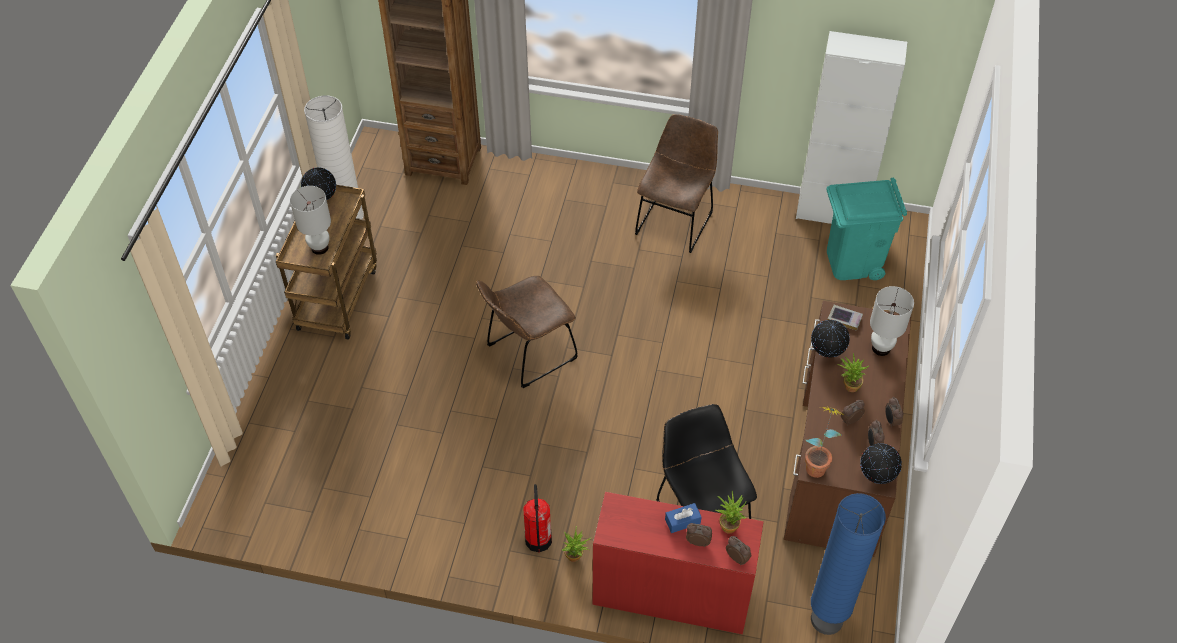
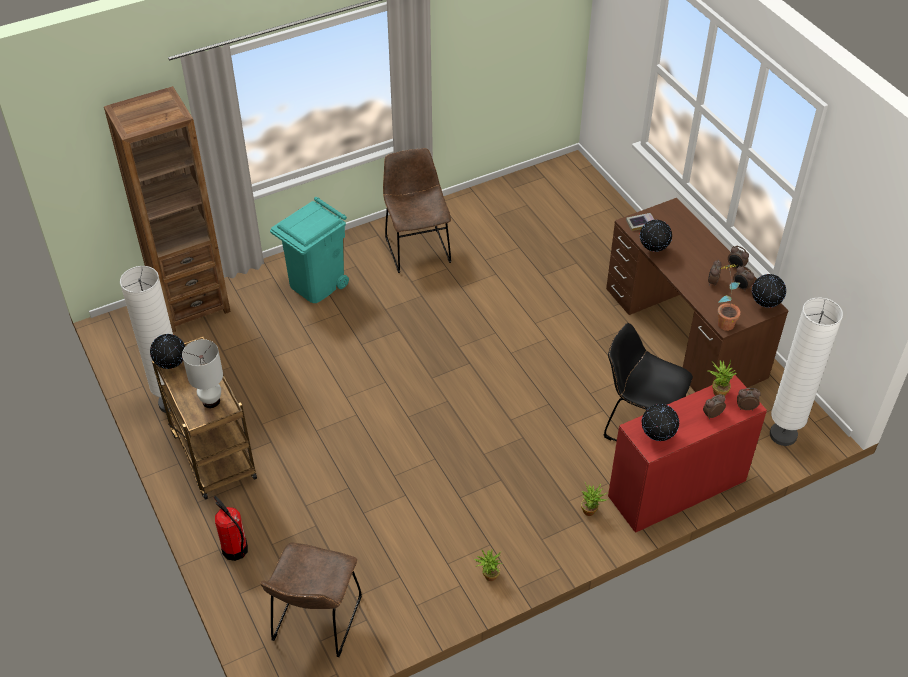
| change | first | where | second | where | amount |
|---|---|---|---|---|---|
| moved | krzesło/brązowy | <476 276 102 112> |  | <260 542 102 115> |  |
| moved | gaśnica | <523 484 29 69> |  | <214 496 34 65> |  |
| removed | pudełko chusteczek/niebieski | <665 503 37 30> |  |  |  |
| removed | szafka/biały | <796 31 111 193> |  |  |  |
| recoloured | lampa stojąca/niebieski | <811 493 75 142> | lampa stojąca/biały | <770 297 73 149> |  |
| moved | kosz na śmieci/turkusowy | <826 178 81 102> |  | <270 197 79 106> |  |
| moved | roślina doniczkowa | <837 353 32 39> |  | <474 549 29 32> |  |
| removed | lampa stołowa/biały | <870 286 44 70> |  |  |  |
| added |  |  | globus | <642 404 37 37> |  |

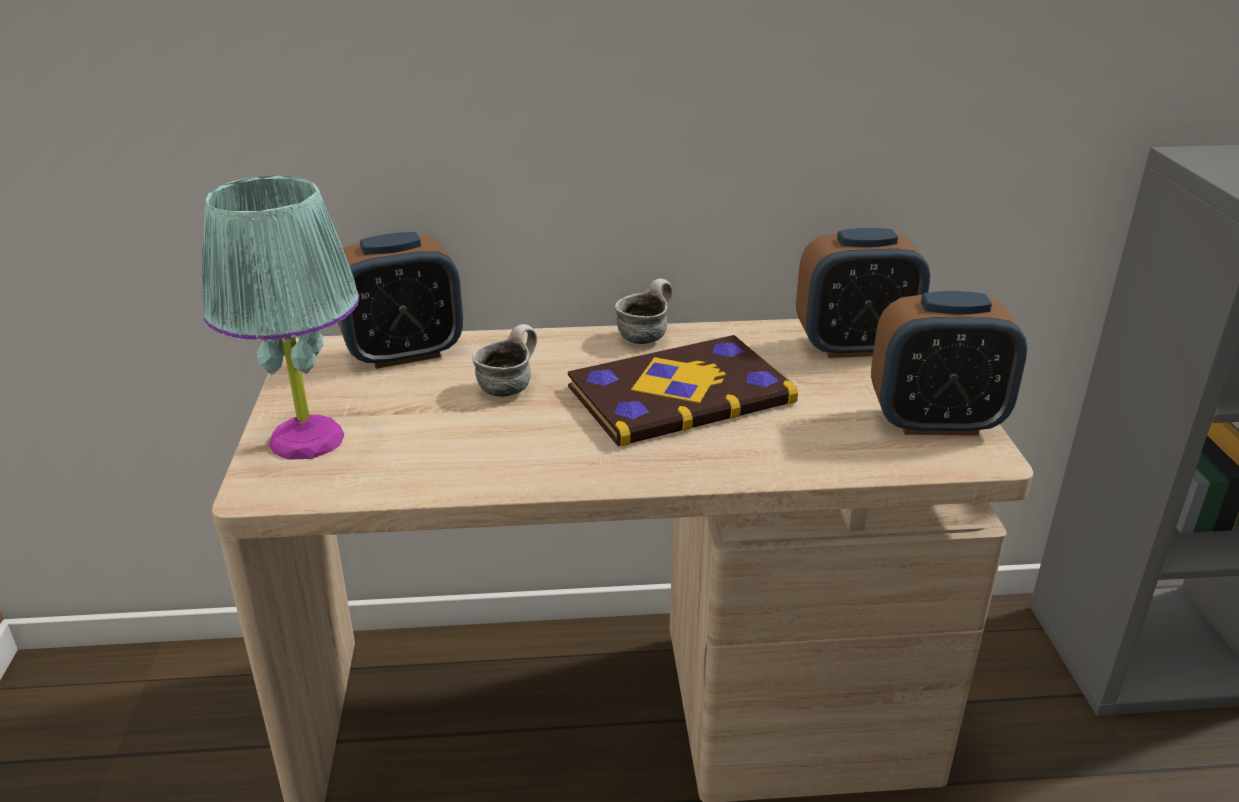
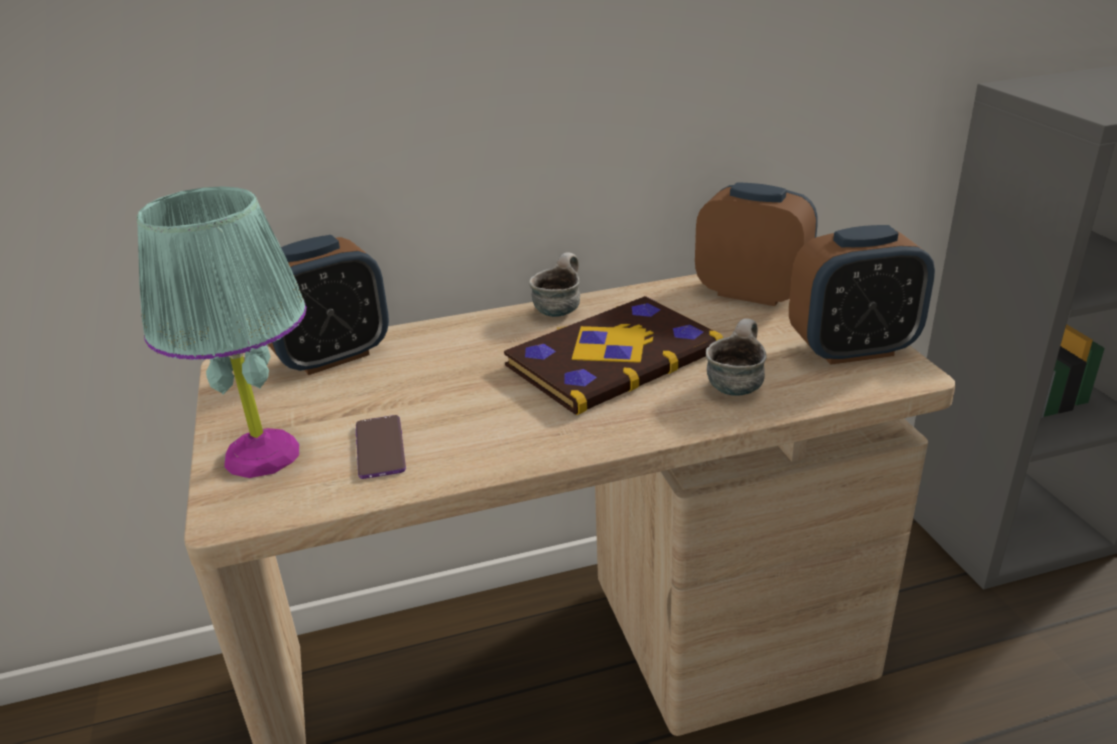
| change | first | where | second | where | amount |
|---|---|---|---|---|---|
| moved | kubek | <472 324 65 73> |  | <706 318 61 78> |  |
| turned | budzik | <796 228 134 130> |  | <695 183 123 123> | 135 degrees counterclockwise |
| added |  |  | telefon | <356 415 50 64> |  |

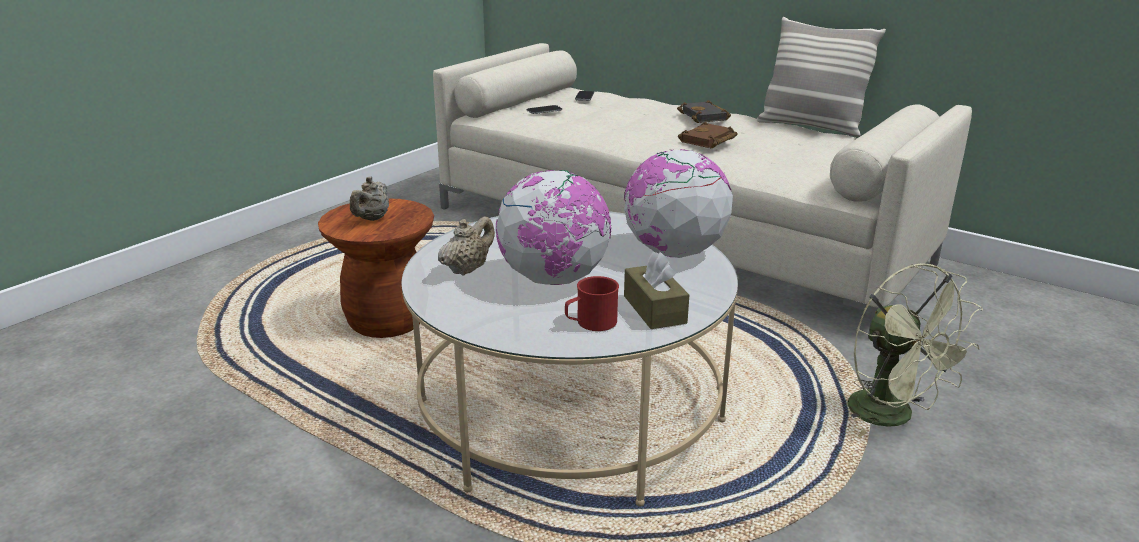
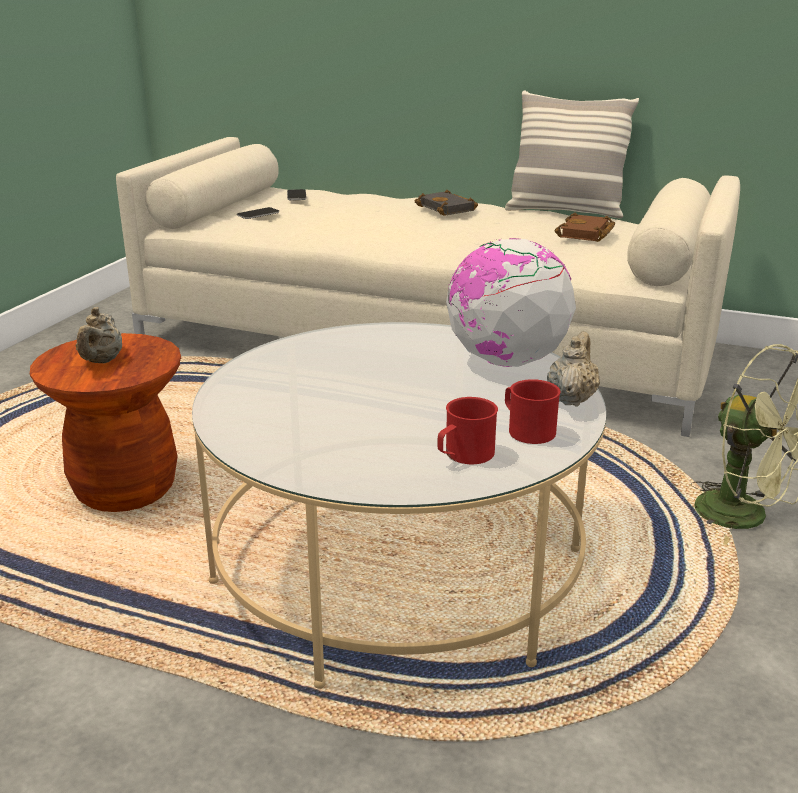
| change | first | where | second | where | amount |
|---|---|---|---|---|---|
| moved | imbryk/beżowy | <438 216 57 60> |  | <547 331 53 75> |  |
| removed | globus | <495 170 117 115> |  |  |  |
| replaced | pudełko chusteczek/brązowy | <624 252 65 77> | kubek/czerwony | <505 379 56 65> |  |
| moved | książka/brązowy | <678 122 60 26> |  | <554 213 61 29> |  |

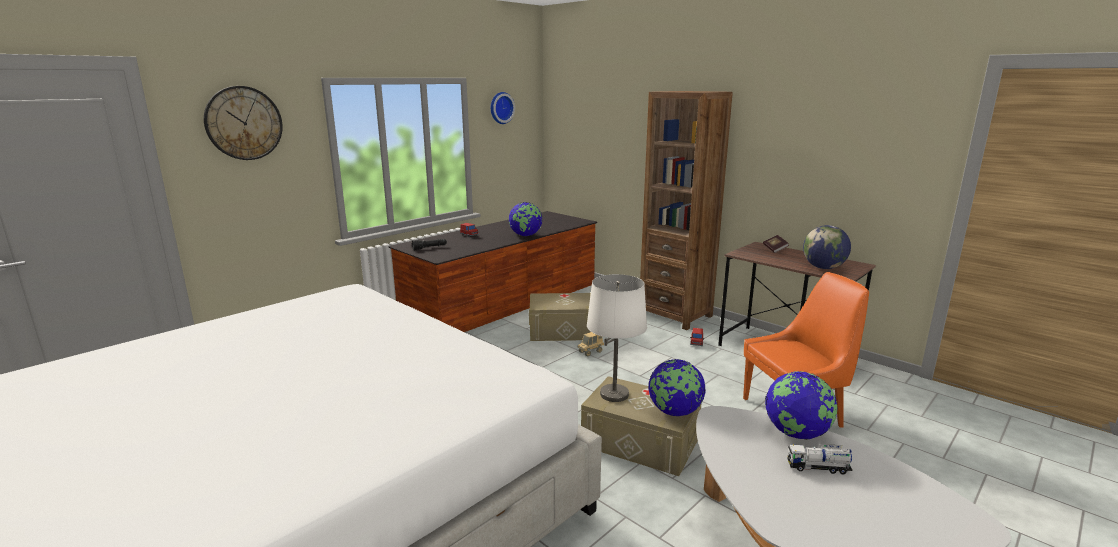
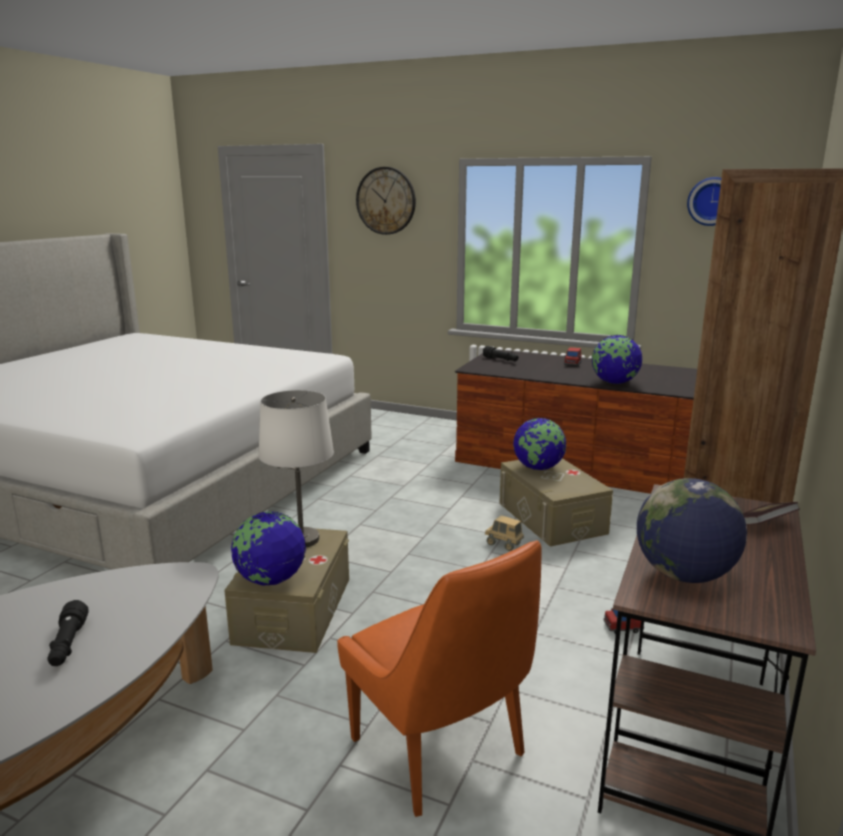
| change | first | where | second | where | amount |
|---|---|---|---|---|---|
| moved | globus | <765 371 73 69> |  | <513 418 53 52> |  |
| replaced | ciężarówka zabawkowa | <787 444 66 30> | latarka/czarny | <48 600 41 66> |  |

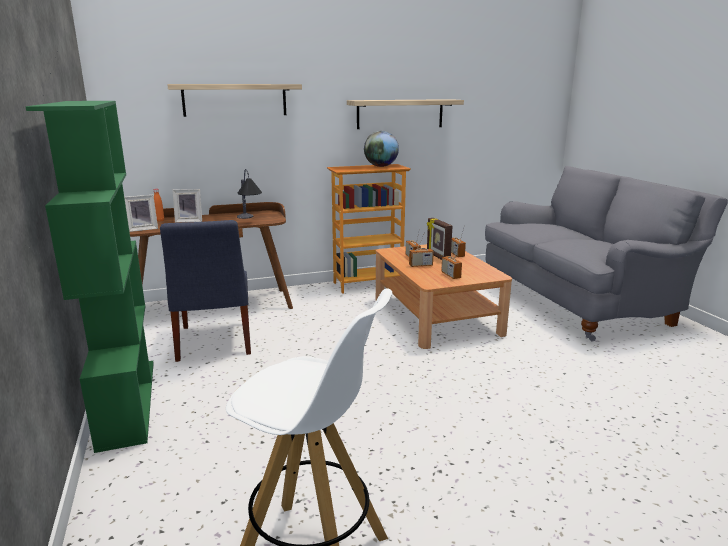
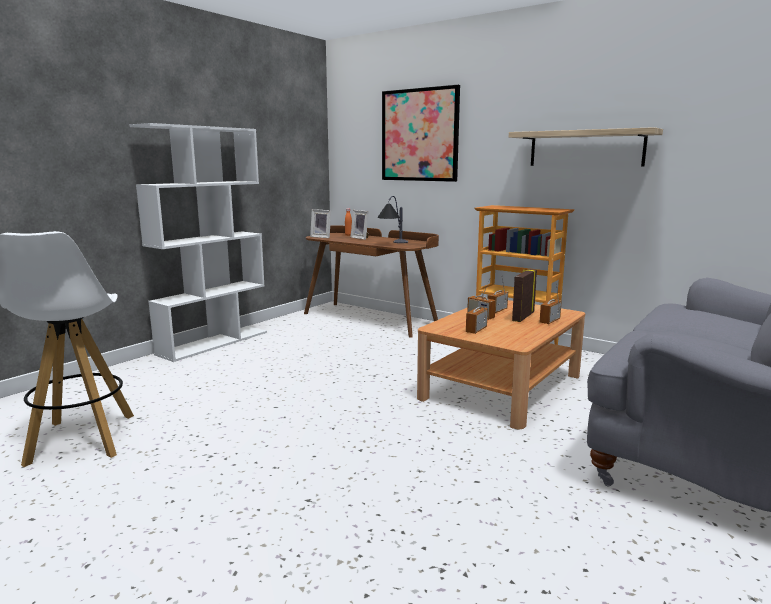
| change | first | where | second | where | amount |
|---|---|---|---|---|---|
| recoloured | regał/zielony | <25 101 129 352> | regał/biały | <129 123 138 239> |  |
| removed | krzesło/niebieski | <160 220 91 142> |  |  |  |
| replaced | półka | <167 84 135 33> | obraz | <382 85 78 97> |  |
| removed | globus | <364 131 35 36> |  |  |  |

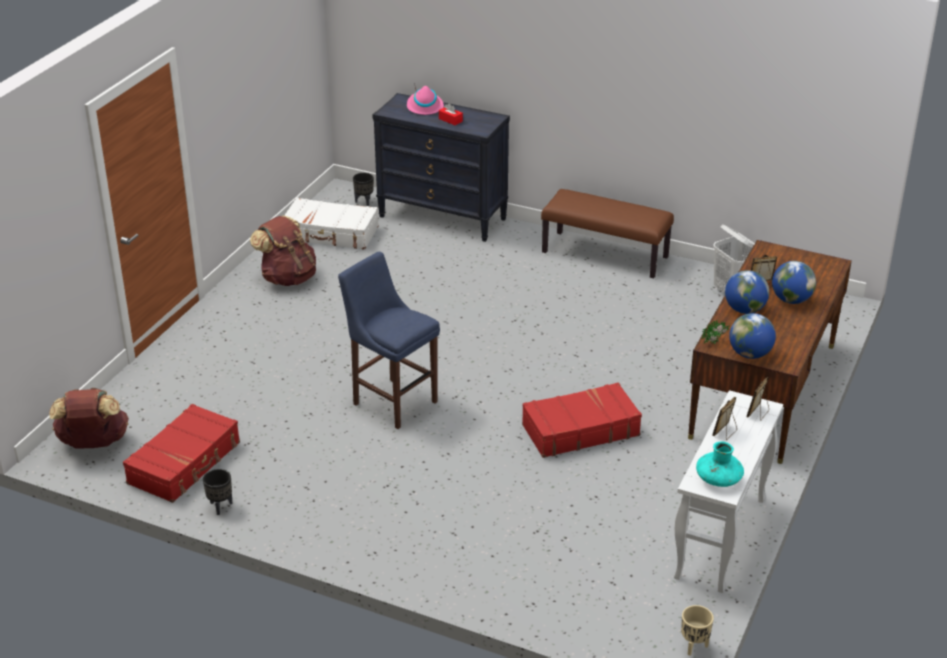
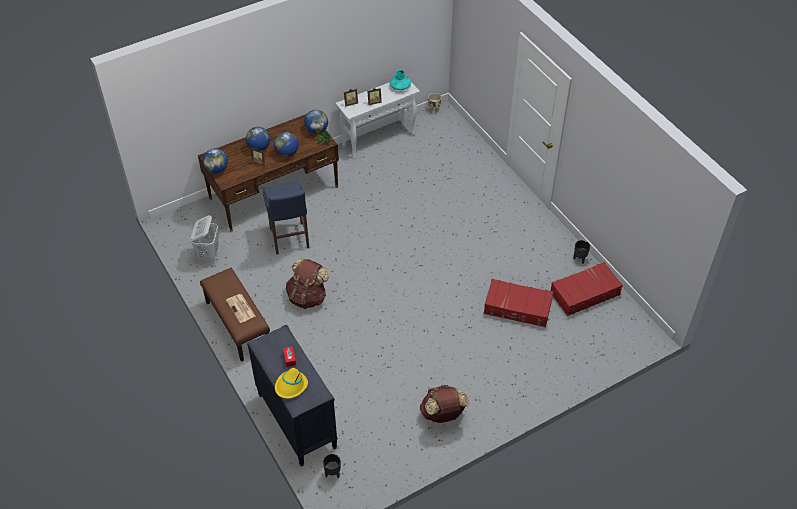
| change | first | where | second | where | amount |
|---|---|---|---|---|---|
| moved | plecak/brązowy | <49 388 80 61> |  | <286 258 43 51> |  |
| removed | walizka/biały | <284 197 94 53> |  |  |  |
| moved | stołek/niebieski | <338 252 102 177> |  | <263 182 46 72> |  |
| recoloured | kapelusz/różowy | <407 83 37 32> | kapelusz/żółty | <275 368 33 31> |  |
| moved | walizka/czerwony | <522 382 120 76> |  | <484 279 69 48> |  |
| added |  |  | globus | <203 148 25 25> |  |
| added |  |  | gazeta | <226 294 30 29> |  |

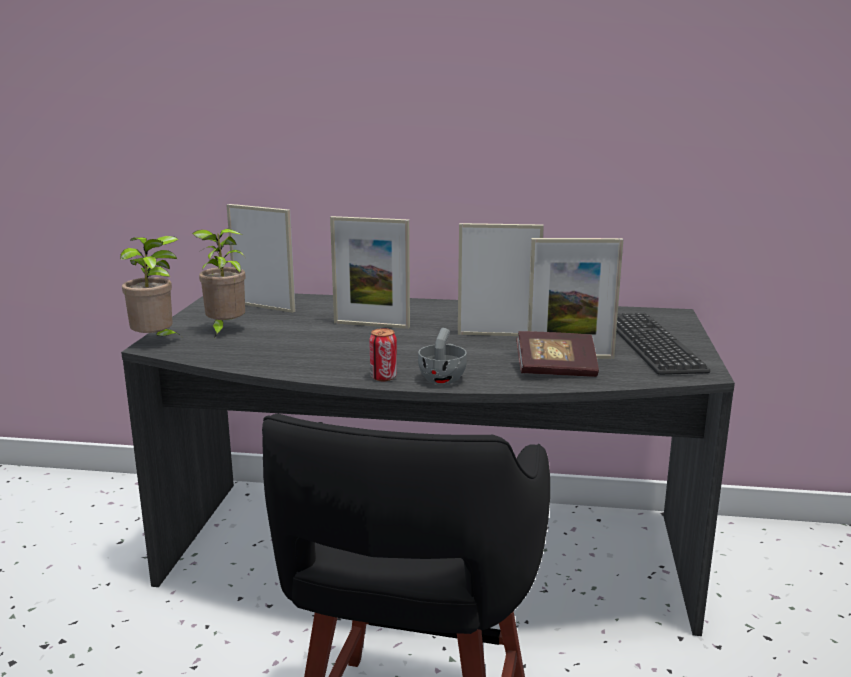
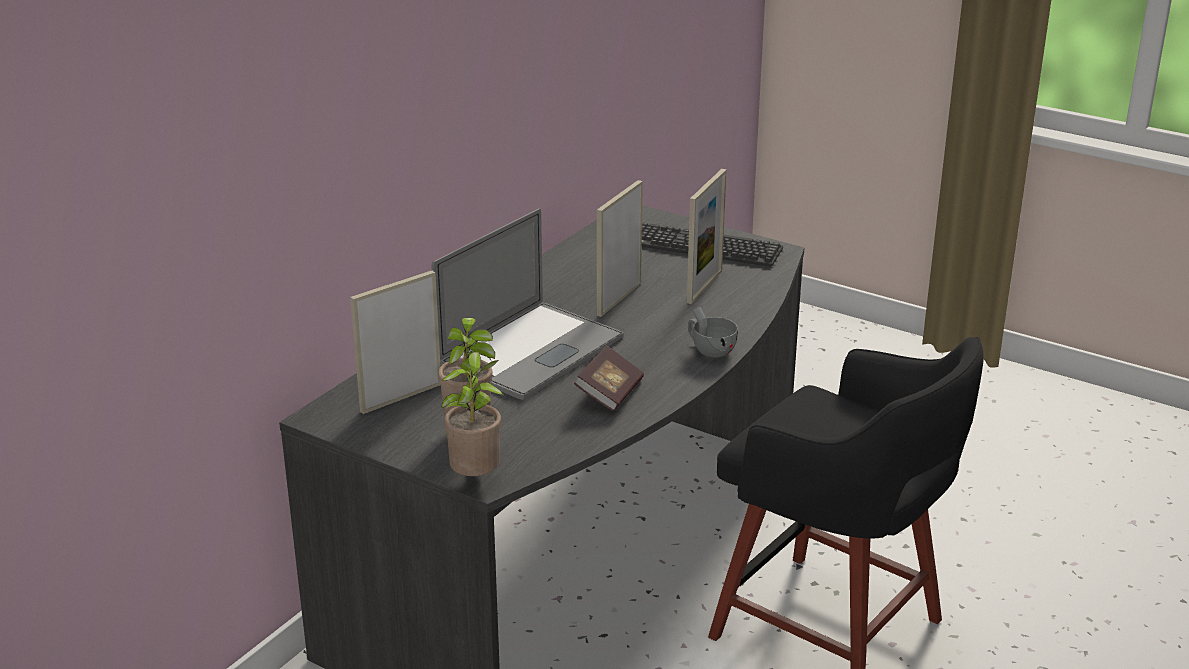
| change | first | where | second | where | amount |
|---|---|---|---|---|---|
| replaced | ramka na zdjęcie | <330 216 80 113> | laptop | <432 208 192 192> |  |
| removed | puszka | <369 328 28 53> |  |  |  |
| moved | książka | <516 331 83 46> |  | <574 346 70 65> |  |

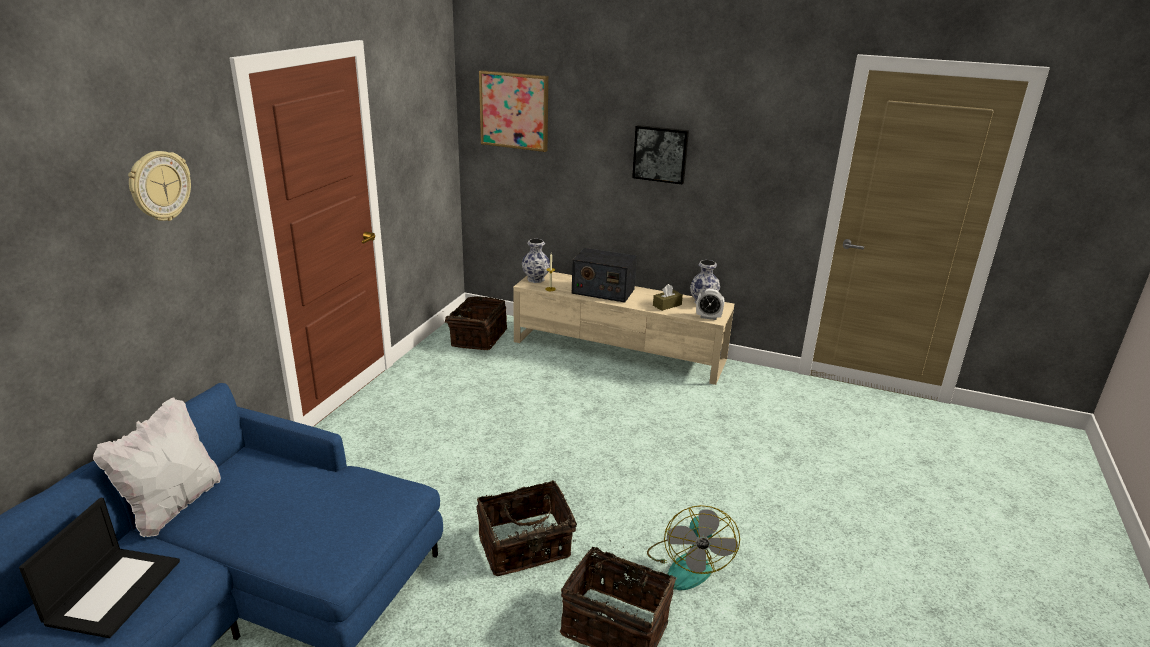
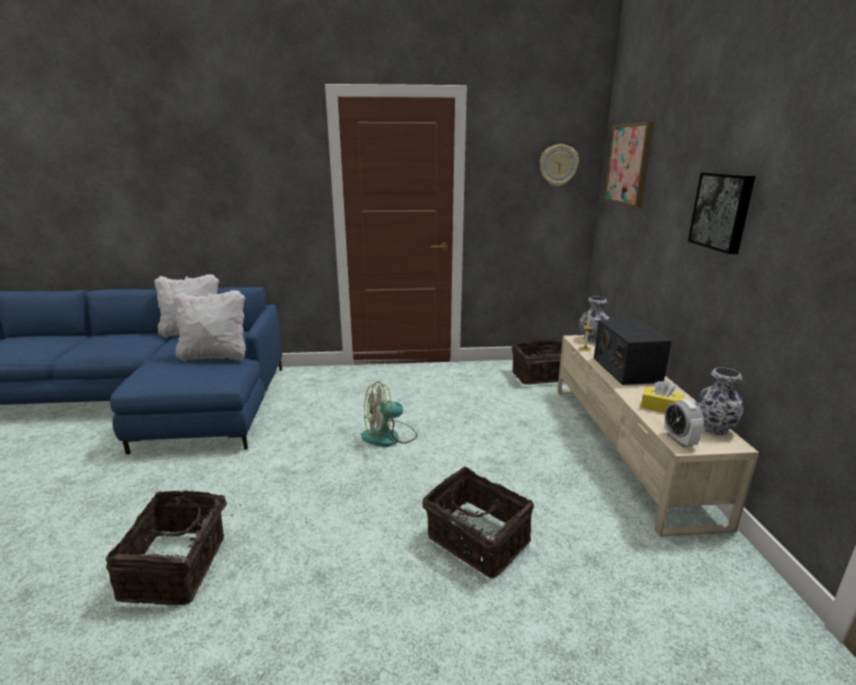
| change | first | where | second | where | amount |
|---|---|---|---|---|---|
| removed | laptop | <19 498 161 140> |  |  |  |
| moved | zegar ścienny | <128 151 63 70> |  | <540 144 39 43> |  |
| moved | koszyk | <476 481 101 95> |  | <423 466 111 113> |  |
| moved | wentylator | <647 505 93 86> |  | <361 381 56 66> |  |
| recoloured | pudełko chusteczek/brązowy | <653 284 30 27> | pudełko chusteczek/żółty | <641 380 42 33> |  |
| added |  |  | poduszka/biały | <173 290 73 72> |  |

